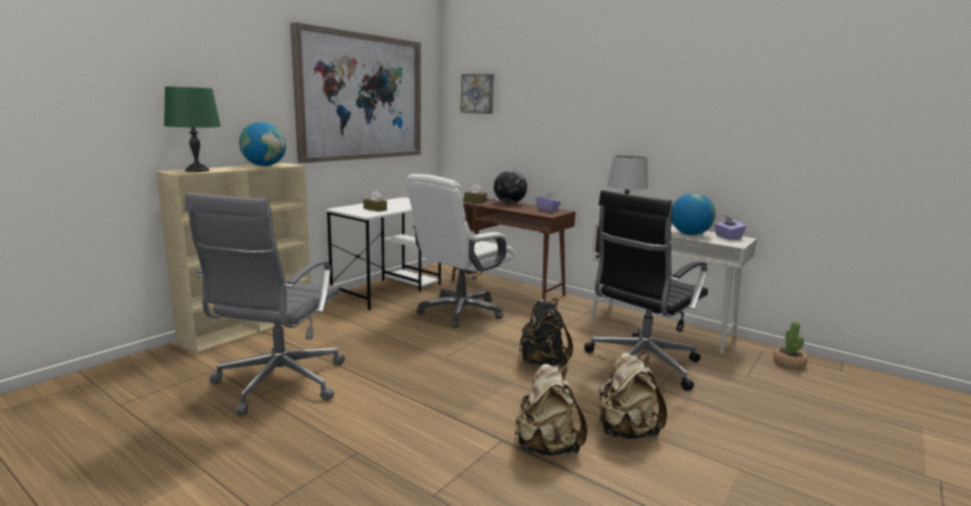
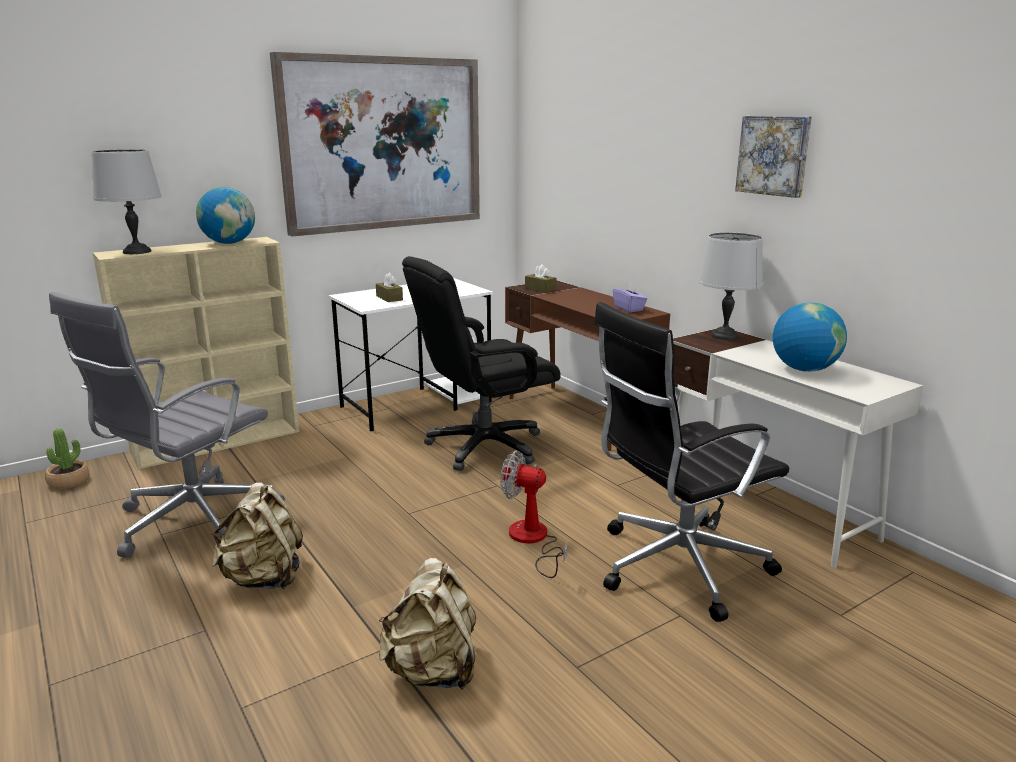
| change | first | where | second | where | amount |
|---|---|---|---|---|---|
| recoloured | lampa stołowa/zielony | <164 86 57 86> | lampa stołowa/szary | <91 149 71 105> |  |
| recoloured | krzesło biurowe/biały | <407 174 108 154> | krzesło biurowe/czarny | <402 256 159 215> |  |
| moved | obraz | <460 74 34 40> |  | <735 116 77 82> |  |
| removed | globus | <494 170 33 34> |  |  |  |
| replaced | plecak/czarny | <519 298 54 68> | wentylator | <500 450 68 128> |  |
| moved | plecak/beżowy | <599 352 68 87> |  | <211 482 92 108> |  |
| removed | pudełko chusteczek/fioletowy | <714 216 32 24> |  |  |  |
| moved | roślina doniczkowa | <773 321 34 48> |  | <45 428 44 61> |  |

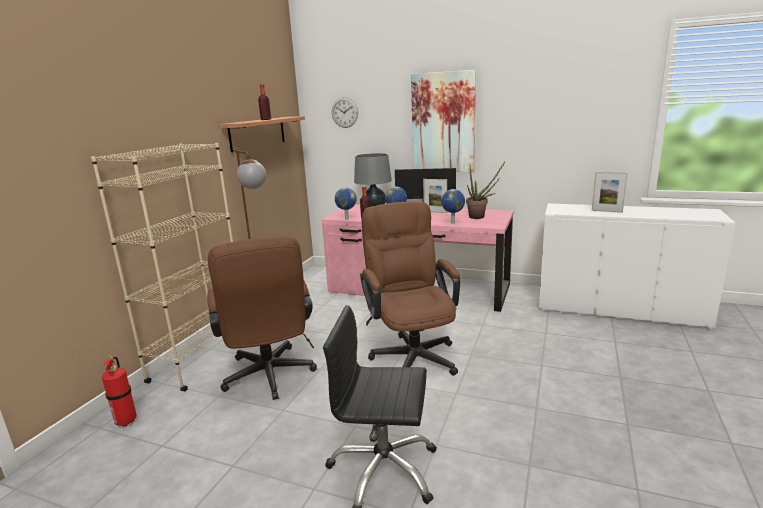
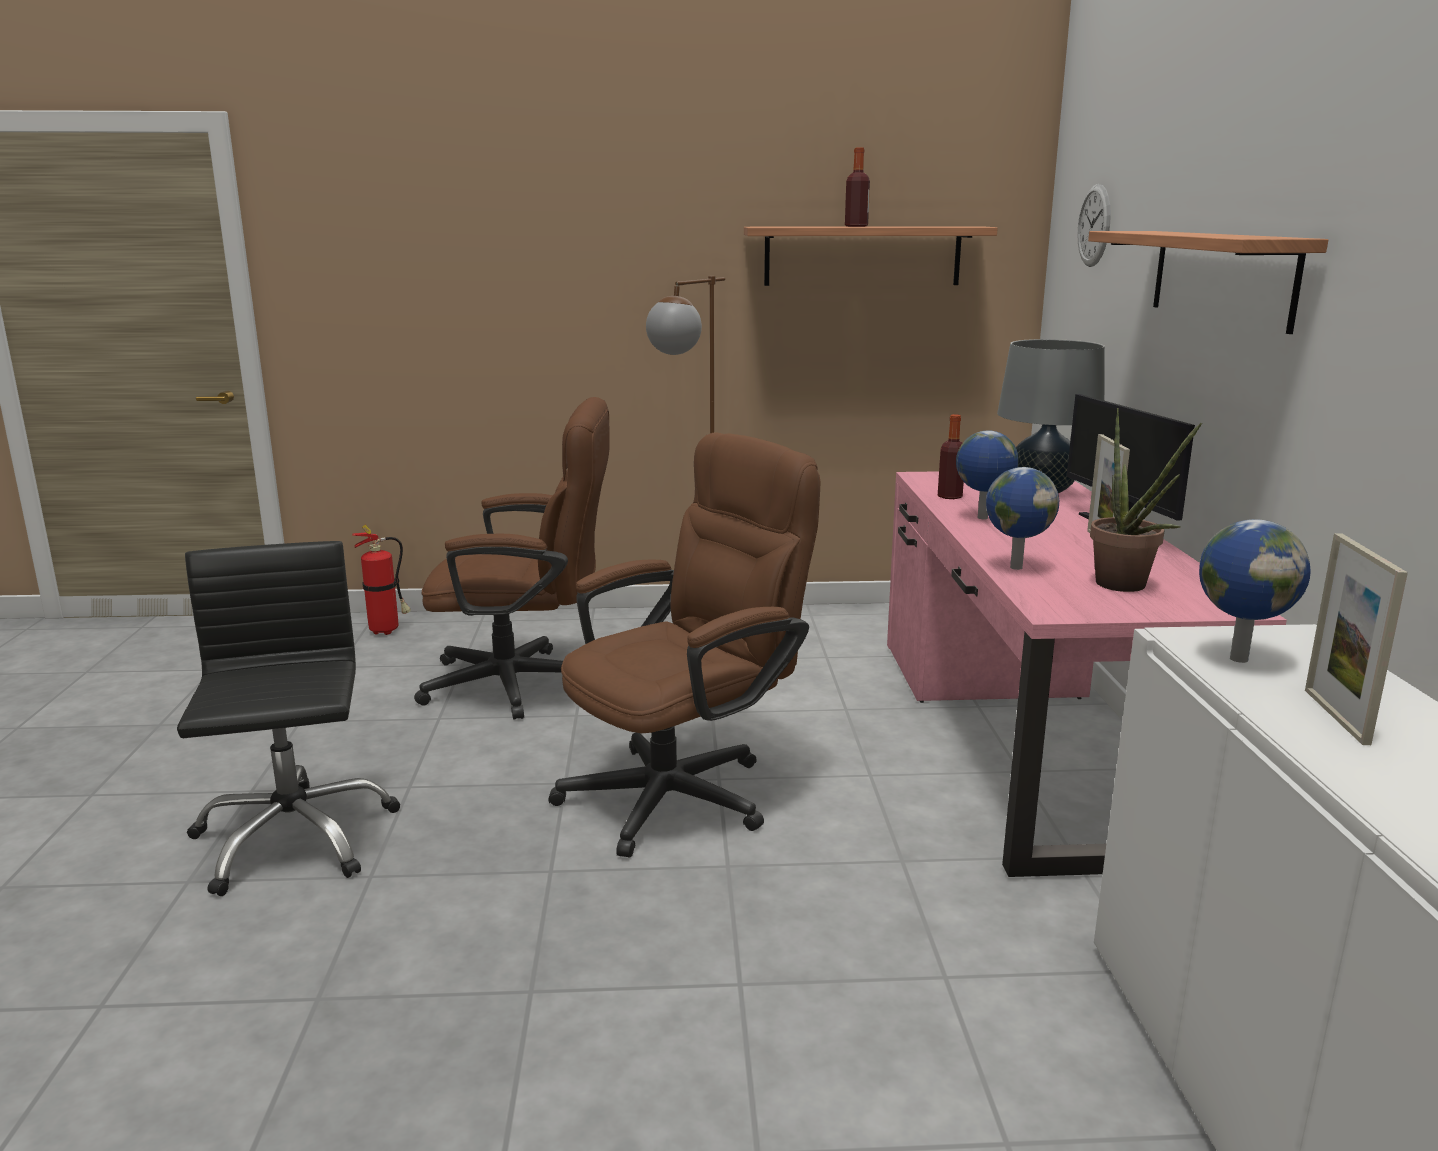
| change | first | where | second | where | amount |
|---|---|---|---|---|---|
| removed | regał/beżowy | <91 143 142 249> |  |  |  |
| turned | krzesło biurowe/brązowy | <207 236 110 164> |  | <414 397 195 323> | 135 degrees counterclockwise |
| moved | globus | <335 188 22 32> |  | <1199 519 112 144> |  |
| replaced | obraz | <411 70 65 102> | półka | <1088 231 240 103> |  |

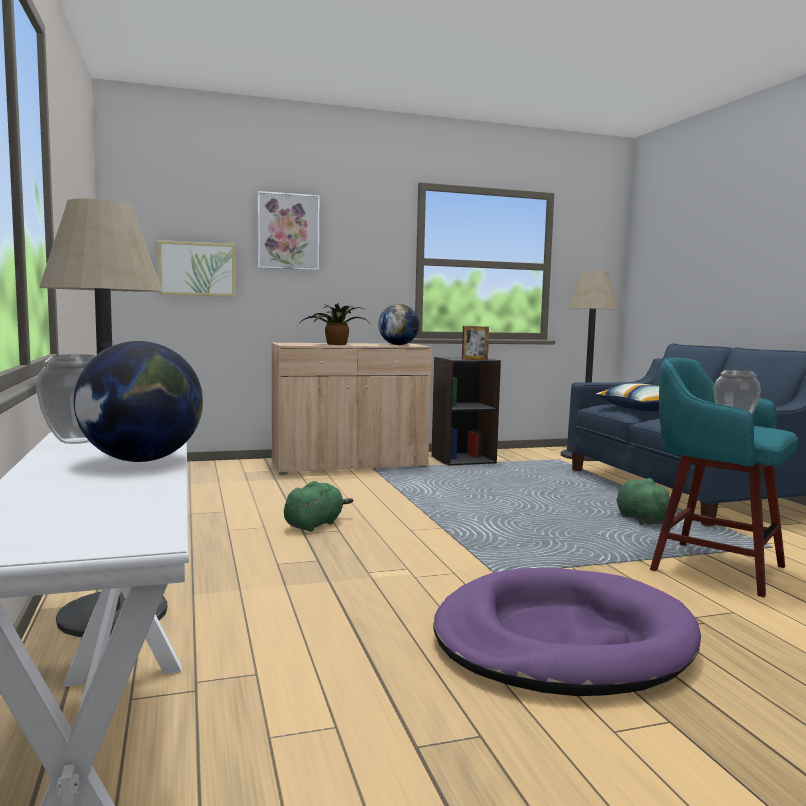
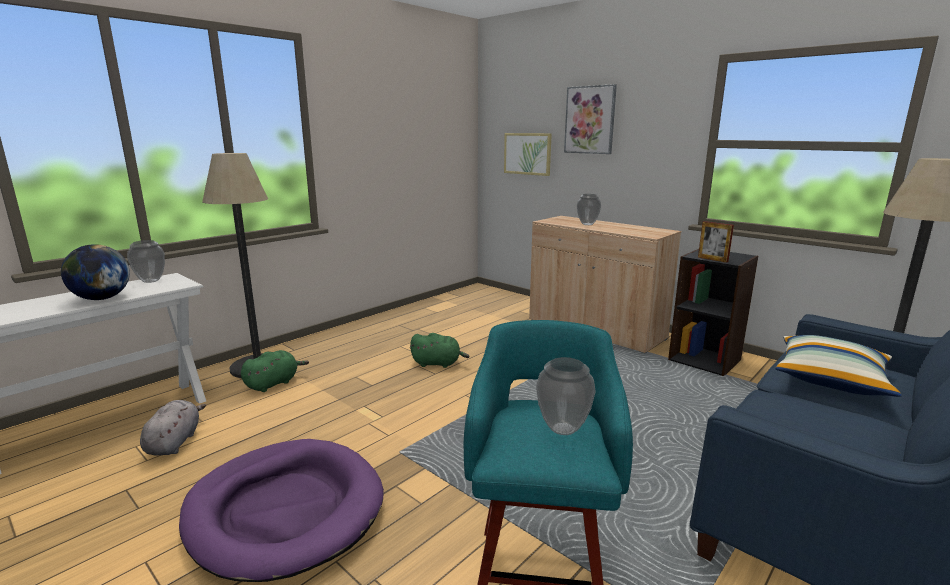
| change | first | where | second | where | amount |
|---|---|---|---|---|---|
| replaced | roślina doniczkowa | <298 303 73 42> | wazon | <577 194 24 31> |  |
| removed | globus | <378 304 41 41> |  |  |  |
| moved | pluszak/zielony | <616 478 54 47> |  | <241 350 68 42> |  |
| added |  |  | pluszak/szary | <140 400 66 56> |  |

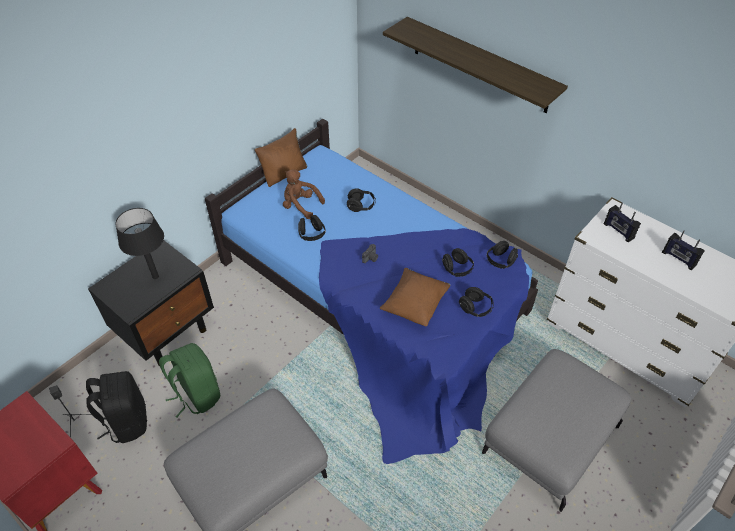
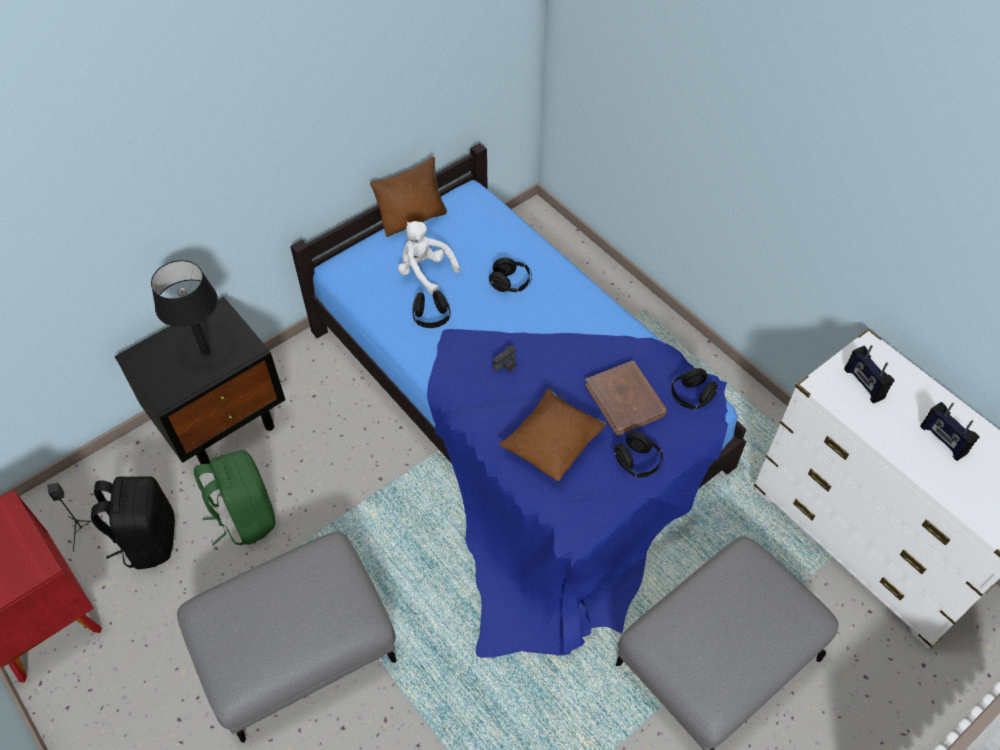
| change | first | where | second | where | amount |
|---|---|---|---|---|---|
| recoloured | pluszak/brązowy | <283 169 42 50> | pluszak/biały | <398 221 62 73> |  |
| removed | półka | <383 17 185 96> |  |  |  |
| replaced | słuchawki/czarny | <442 248 32 29> | książka/brązowy | <585 361 82 75> |  |

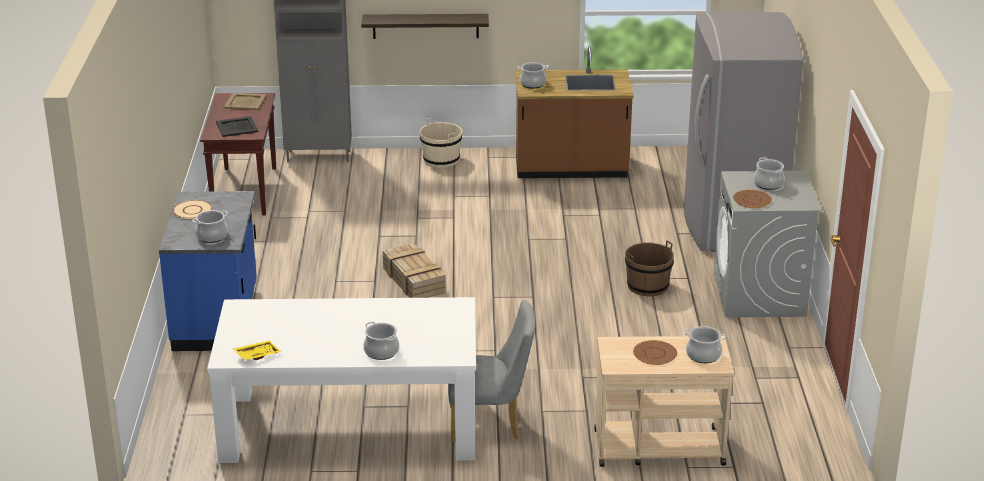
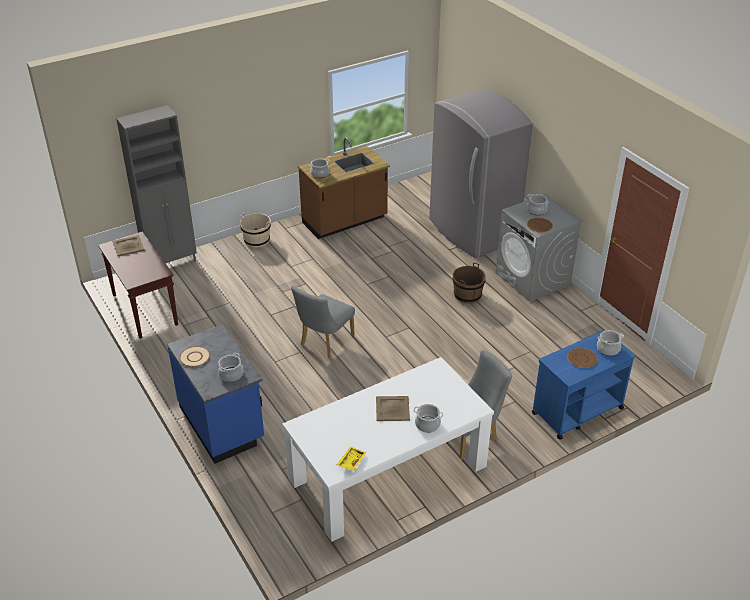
| change | first | where | second | where | amount |
|---|---|---|---|---|---|
| removed | taca/czarny | <216 116 42 21> |  |  |  |
| removed | półka | <361 14 128 25> |  |  |  |
| replaced | skrzynka | <383 243 62 55> | krzesło/szary | <291 286 64 71> |  |
| recoloured | wózek/beżowy | <594 336 140 131> | wózek/niebieski | <532 330 103 110> |  |
| added |  |  | taca/beżowy | <376 396 34 25> |  |

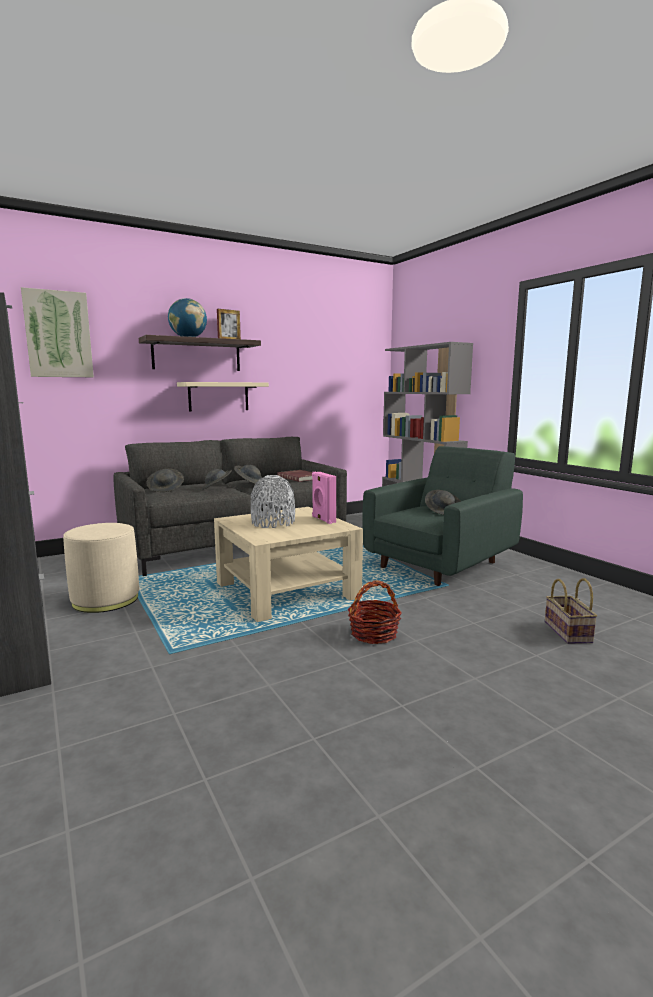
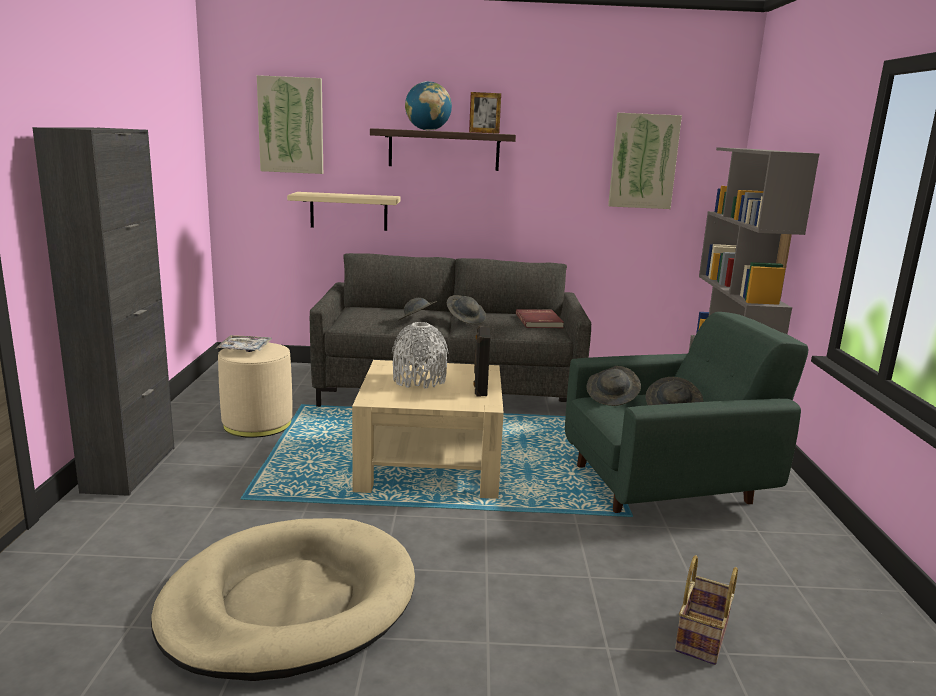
| change | first | where | second | where | amount |
|---|---|---|---|---|---|
| moved | kapelusz/szary | <146 469 38 23> |  | <586 366 55 40> |  |
| moved | półka/beżowy | <177 382 92 29> |  | <287 192 114 39> |  |
| recoloured | głośnik/różowy | <312 472 24 52> | głośnik/czarny | <473 325 17 72> |  |
| removed | koszyk | <348 580 54 64> |  |  |  |
| added |  |  | legowisko/beżowy | <151 518 264 163> |  |
| added |  |  | taca | <217 335 55 17> |  |
| added |  |  | obraz | <608 113 74 96> |  |

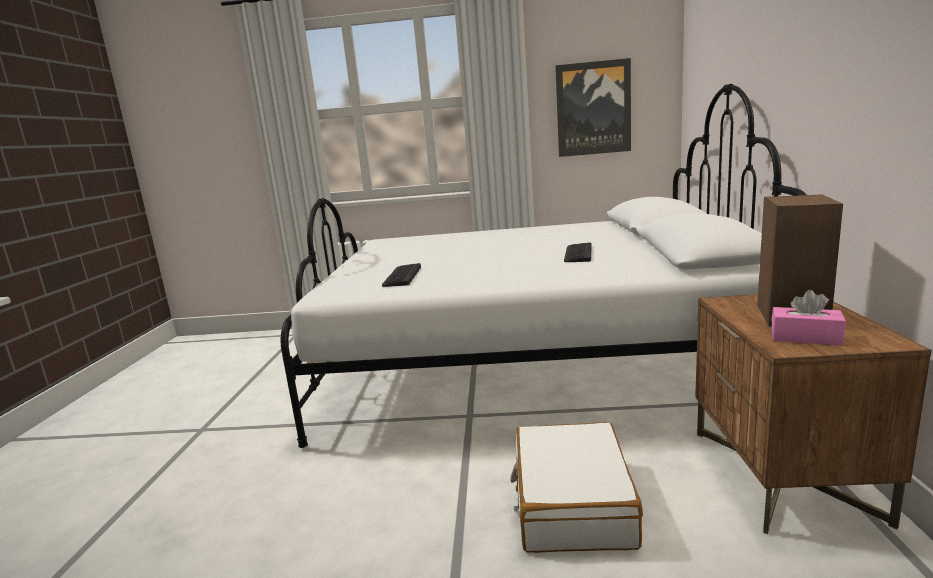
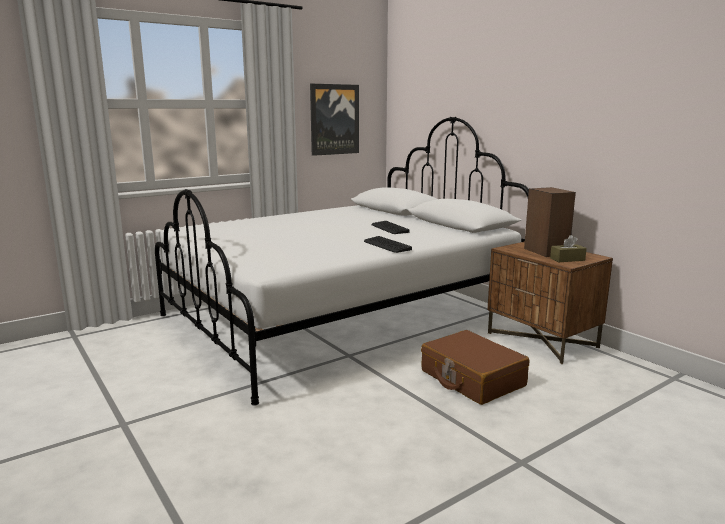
| change | first | where | second | where | amount |
|---|---|---|---|---|---|
| moved | klawiatura | <382 263 39 24> |  | <364 236 48 17> |  |
| recoloured | walizka/biały | <511 422 132 131> | walizka/brązowy | <421 330 108 75> |  |
| recoloured | pudełko chusteczek/różowy | <771 290 75 56> | pudełko chusteczek/brązowy | <550 235 37 27> |  |

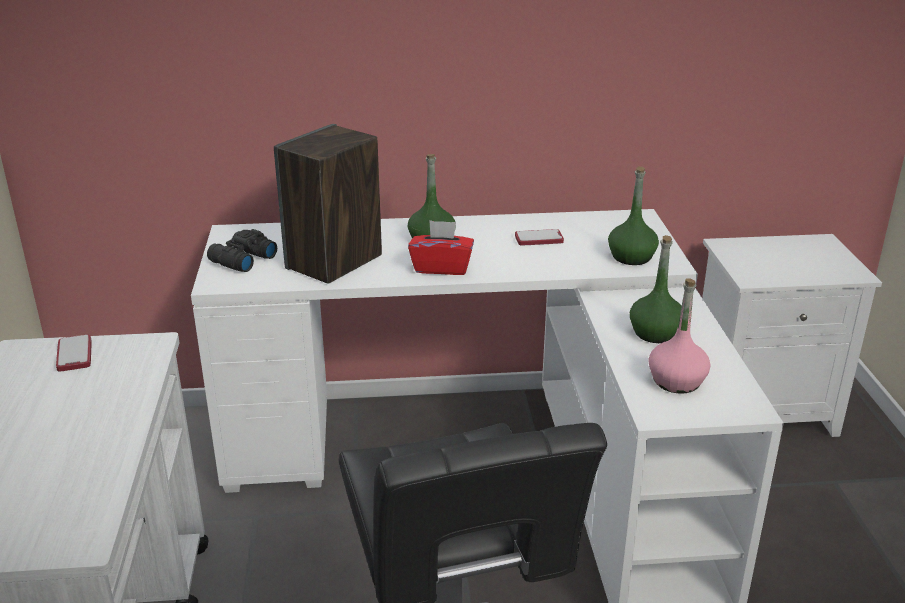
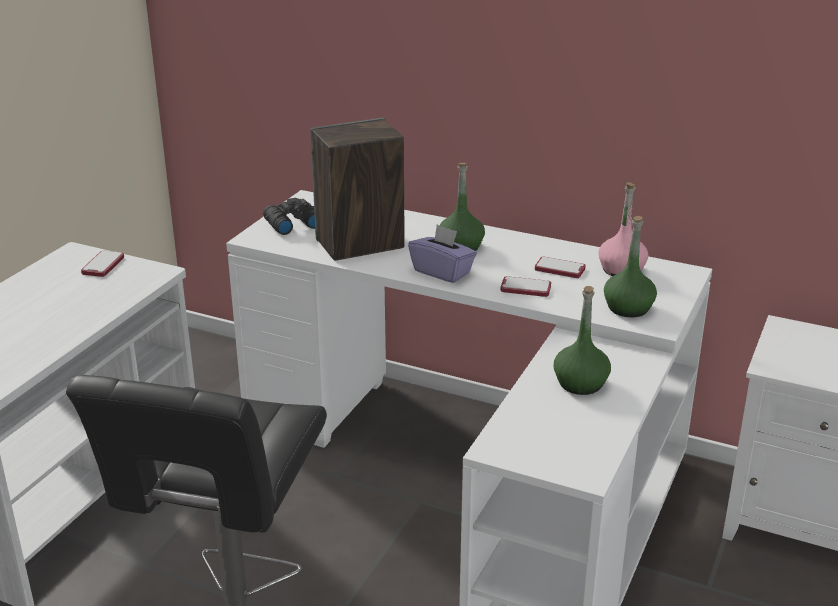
| change | first | where | second | where | amount |
|---|---|---|---|---|---|
| recoloured | pudełko chusteczek/czerwony | <408 220 66 55> | pudełko chusteczek/fioletowy | <408 225 69 58> |  |
| moved | butelka/różowy | <648 278 62 116> |  | <599 182 49 94> |  |
| added |  |  | telefon | <501 276 50 21> |  |

